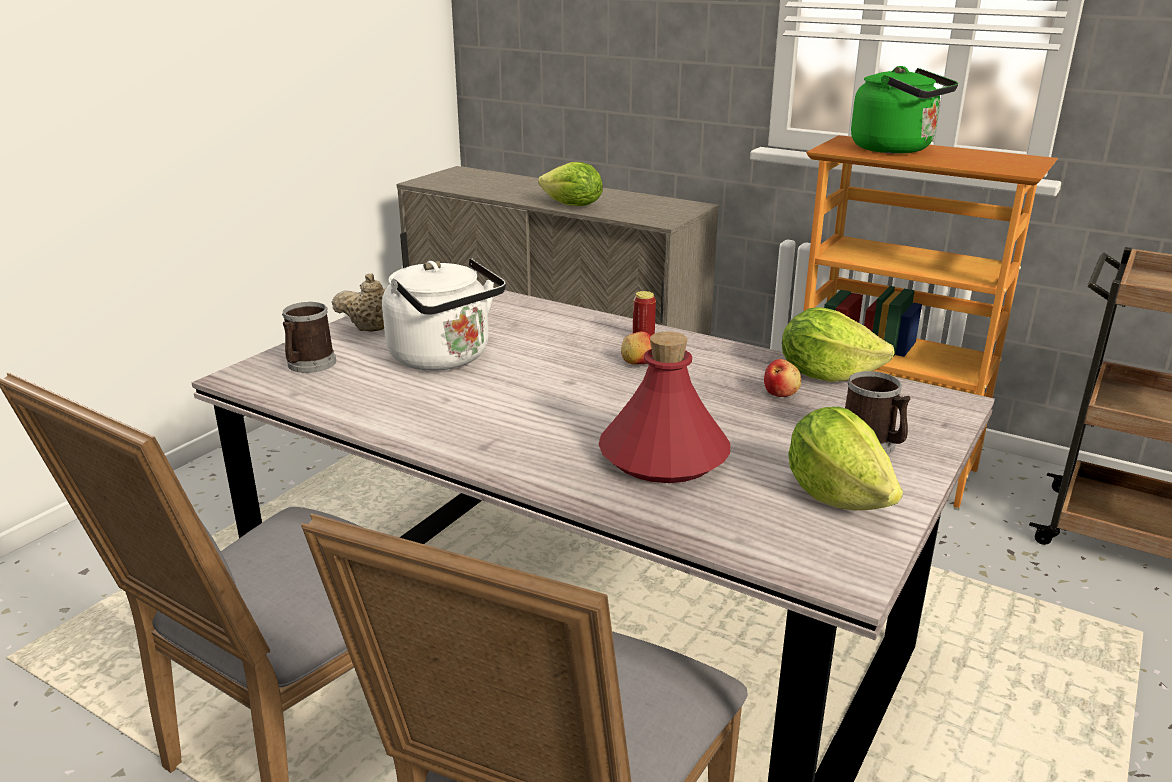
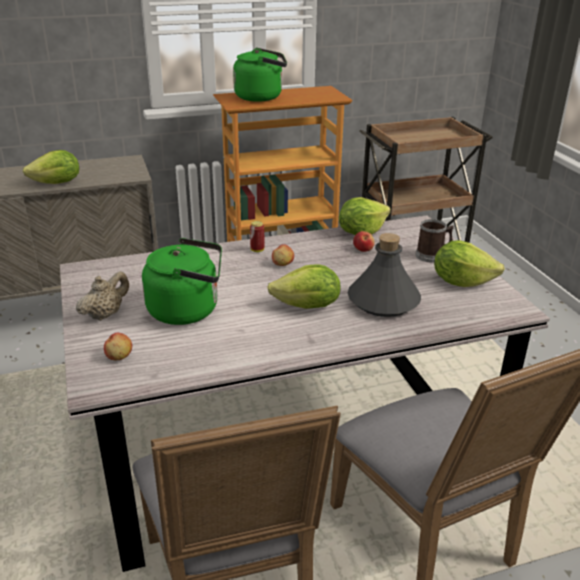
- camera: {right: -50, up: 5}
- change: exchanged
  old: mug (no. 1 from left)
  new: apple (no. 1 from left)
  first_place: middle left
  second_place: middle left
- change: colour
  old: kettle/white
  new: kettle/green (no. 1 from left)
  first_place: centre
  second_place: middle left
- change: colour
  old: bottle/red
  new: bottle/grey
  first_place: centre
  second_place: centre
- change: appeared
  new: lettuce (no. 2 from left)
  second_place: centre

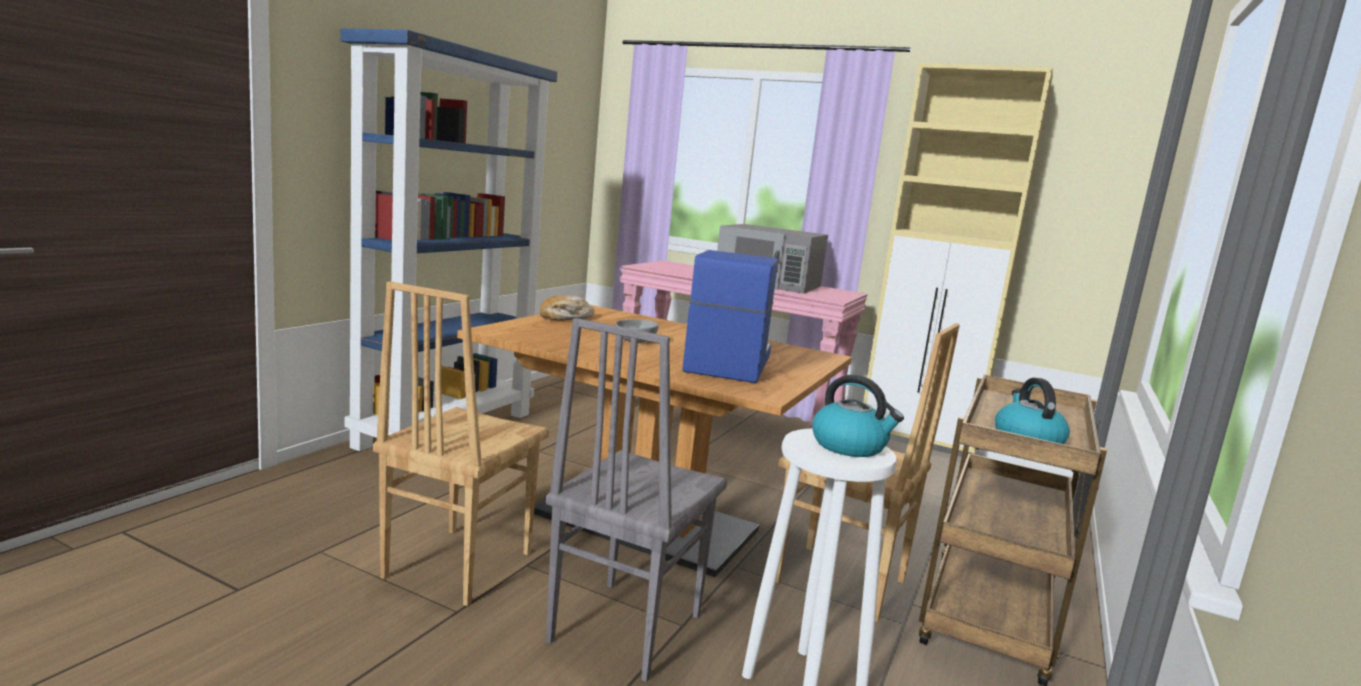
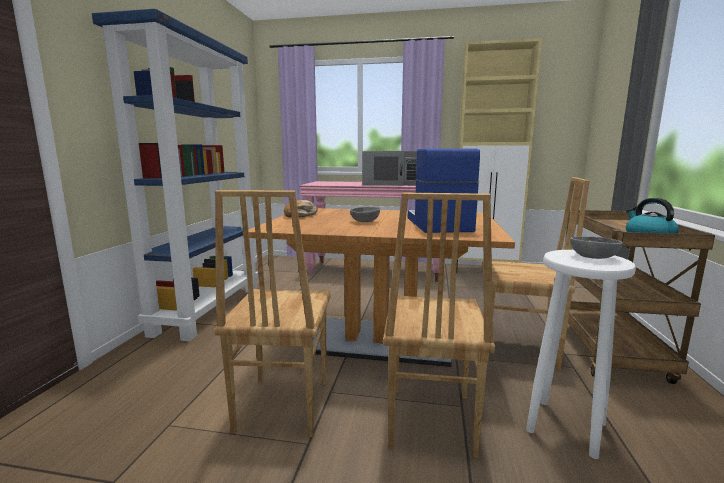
- camera: {right: -15, up: 0}
- change: colour
  old: chair/grey
  new: chair/brown (no. 2 from left)
  first_place: bottom centre
  second_place: bottom centre
- change: exchanged
  old: kettle (no. 1 from left)
  new: bowl/grey (no. 2 from left)
  first_place: centre
  second_place: middle right

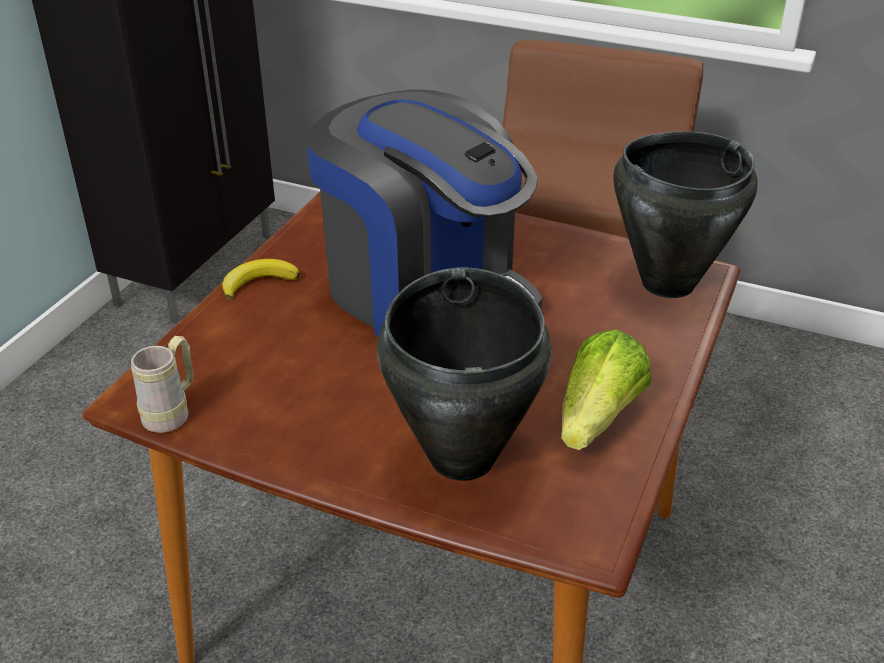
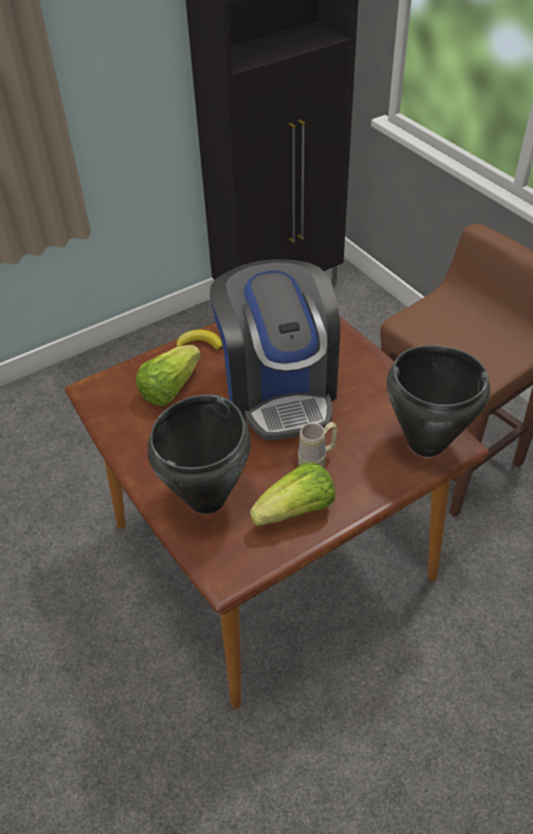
- camera: {right: 35, up: 10}
- change: relocated
  old: mug/beige
  first_place: middle left
  second_place: centre
- change: appeared
  new: lettuce (no. 1 from left)
  second_place: middle left

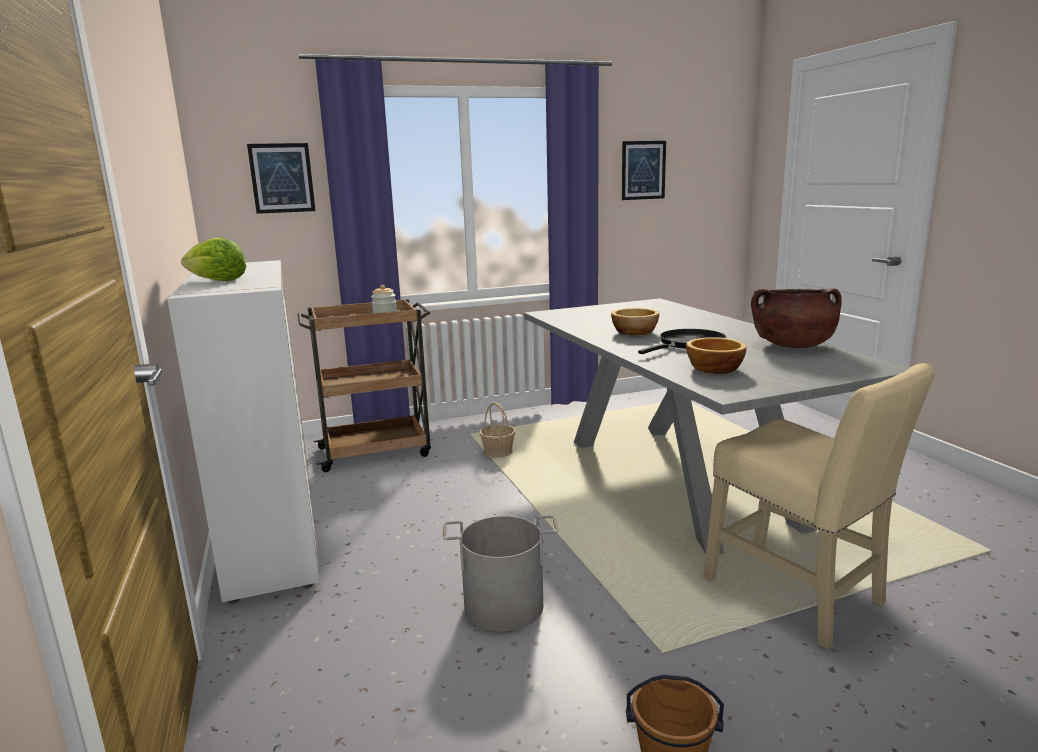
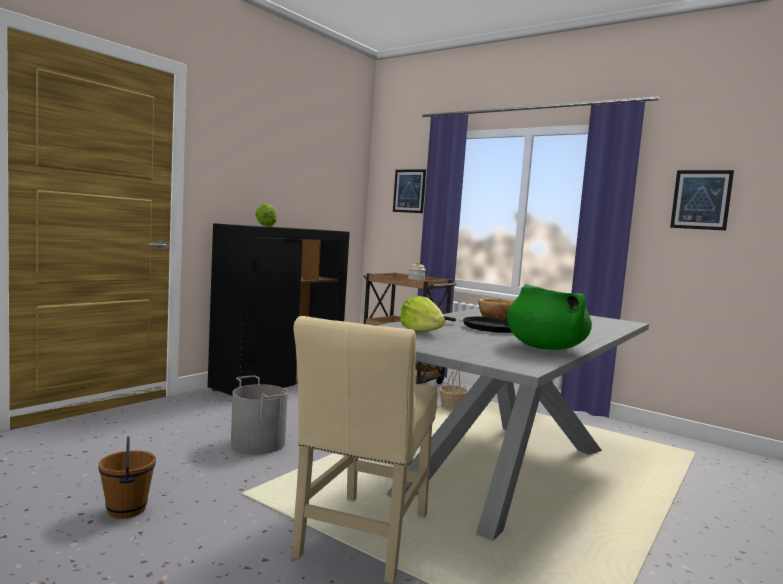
- camera: {right: 55, up: -10}
- change: colour
  old: cabinet/white
  new: cabinet/black
  first_place: middle left
  second_place: centre
- change: exchanged
  old: bowl (no. 2 from left)
  new: lettuce (no. 2 from left)
  first_place: middle right
  second_place: centre
- change: colour
  old: cooking pot/brown
  new: cooking pot/green
  first_place: middle right
  second_place: middle right

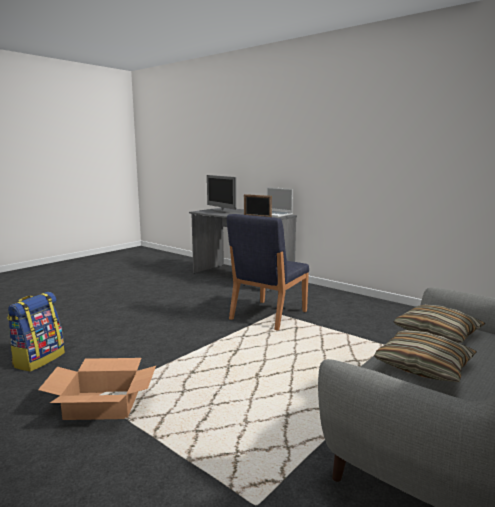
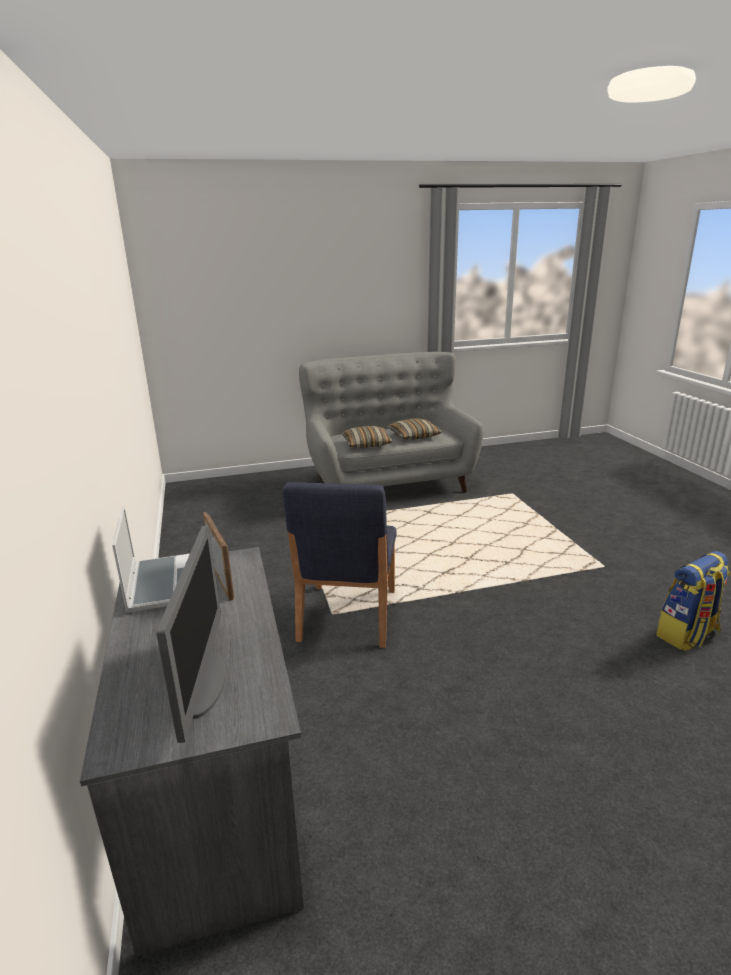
- camera: {right: -145, up: 10}
- change: missing
  old: cardboard box
  first_place: bottom left
- change: spun
  old: chair/blue
  first_place: centre
  second_place: centre
  degrees: 120

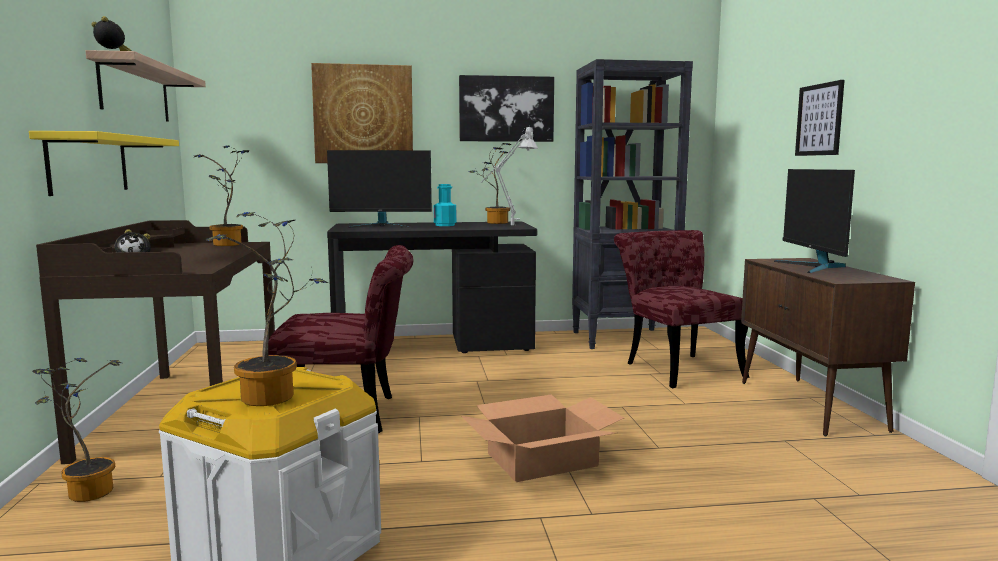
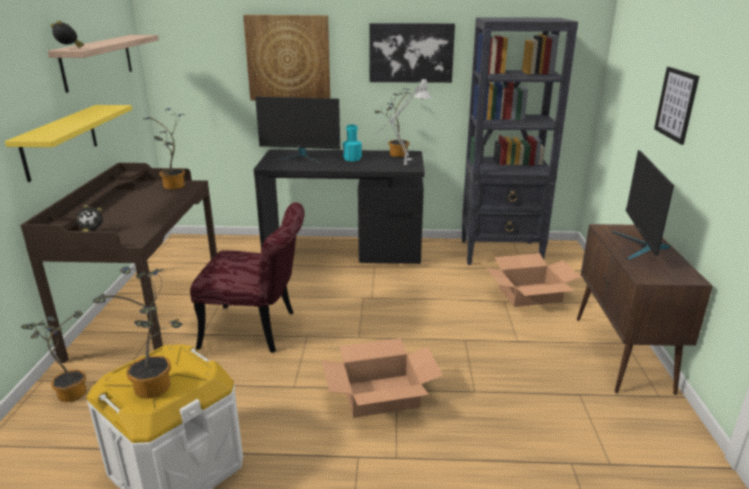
- camera: {right: 10, up: 15}
- change: exchanged
  old: chair/red (no. 2 from left)
  new: cardboard box (no. 2 from left)
  first_place: middle right
  second_place: middle right

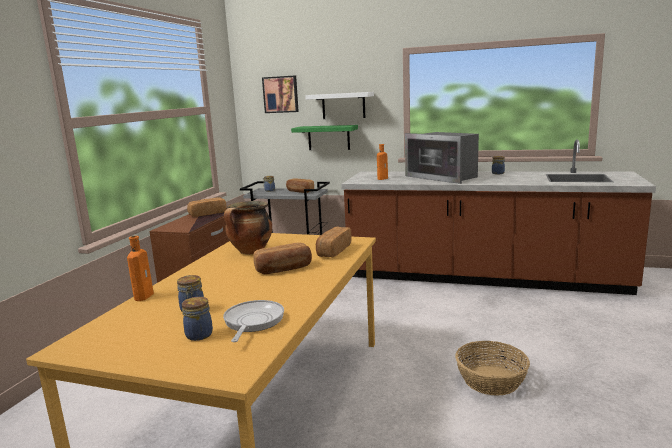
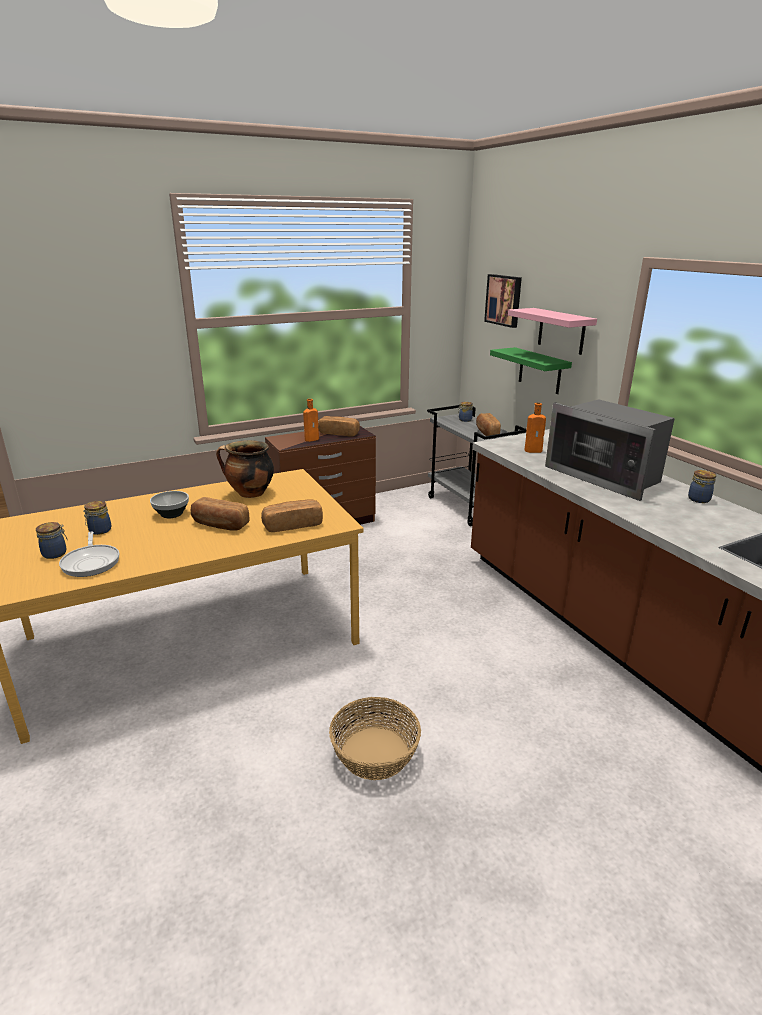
- camera: {right: 45, up: 10}
- change: relocated
  old: bottle/orange (no. 1 from left)
  first_place: middle left
  second_place: centre
- change: spun
  old: frying pan
  first_place: bottom centre
  second_place: middle left
  degrees: 105
- change: colour
  old: shelf/white
  new: shelf/pink
  first_place: top centre
  second_place: top right
- change: spun
  old: microwave
  first_place: centre
  second_place: middle right
  degrees: -45
- change: appeared
  new: bowl
  second_place: middle left

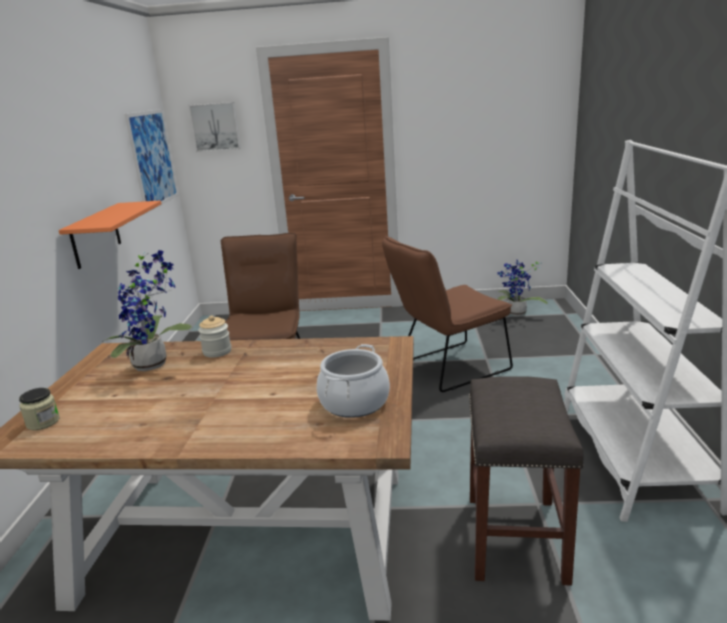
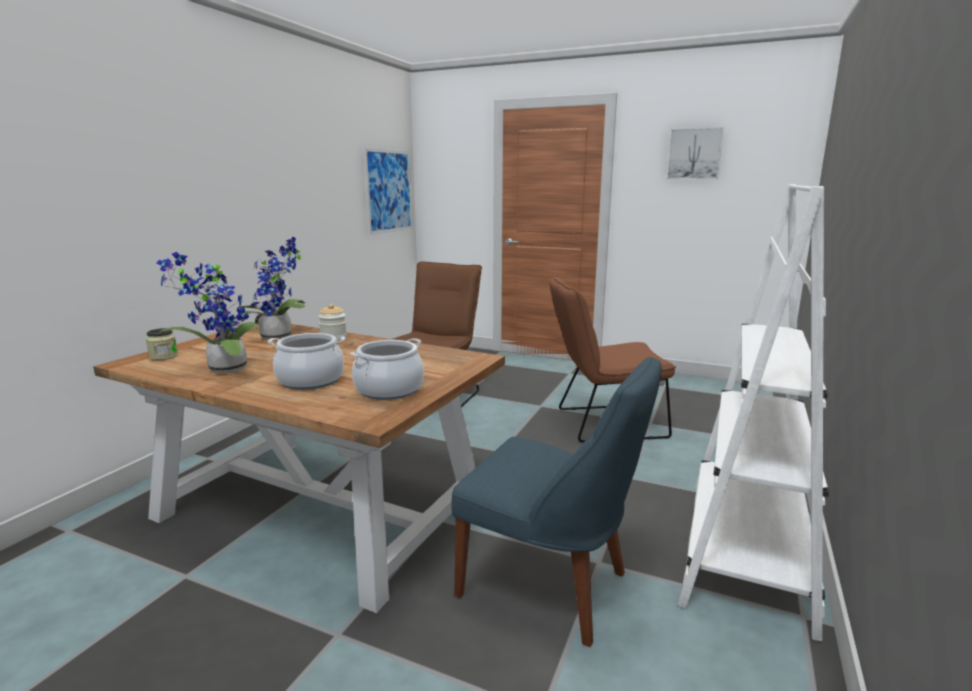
- camera: {right: 20, up: -5}
- change: missing
  old: shelf/orange
  first_place: middle left
- change: relocated
  old: picture (no. 2 from left)
  first_place: top left
  second_place: top right
- change: exchanged
  old: stool/grey
  new: chair/blue
  first_place: bottom right
  second_place: bottom centre
- change: relocated
  old: potted plant (no. 2 from left in the first image)
  new: potted plant (no. 1 from left)
  first_place: middle right
  second_place: middle left
- change: appeared
  new: cooking pot (no. 1 from left)
  second_place: middle left

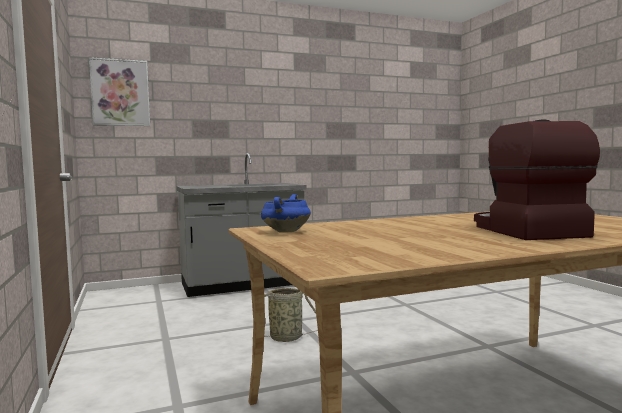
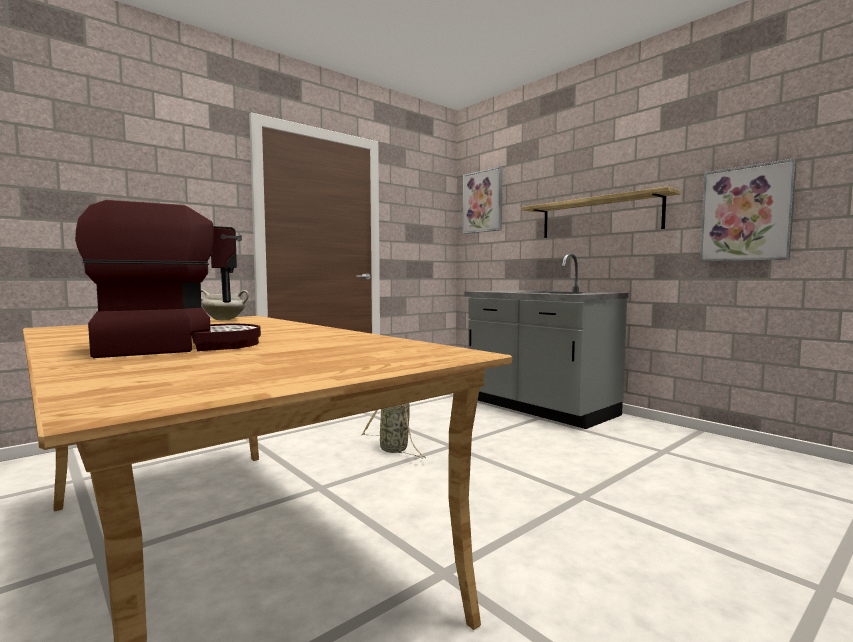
- camera: {right: 70, up: 0}
- change: colour
  old: cooking pot/blue
  new: cooking pot/white
  first_place: centre
  second_place: middle left
- change: appeared
  new: shelf
  second_place: top right
- change: appeared
  new: picture (no. 2 from left)
  second_place: top right

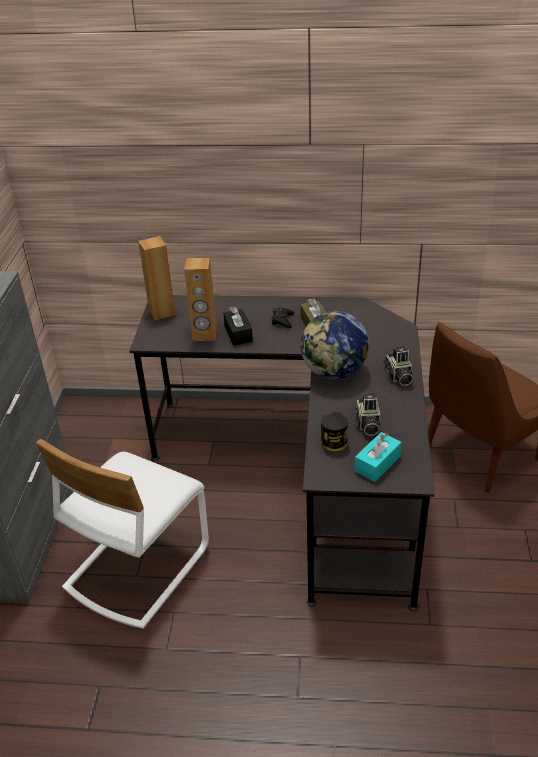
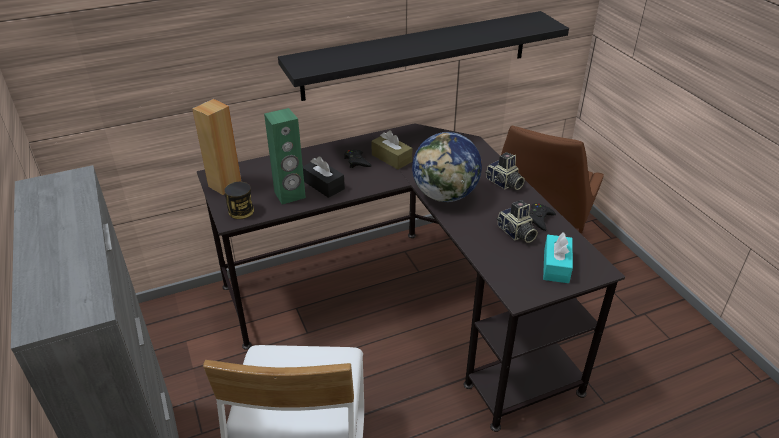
- camera: {right: -30, up: 0}
- change: colour
  old: speaker/brown (no. 2 from left)
  new: speaker/green
  first_place: centre
  second_place: centre
- change: relocated
  old: can
  first_place: centre
  second_place: middle left
- change: appeared
  new: shelf/black
  second_place: top centre
- change: appeared
  new: game controller/black (no. 2 from left)
  second_place: middle right

